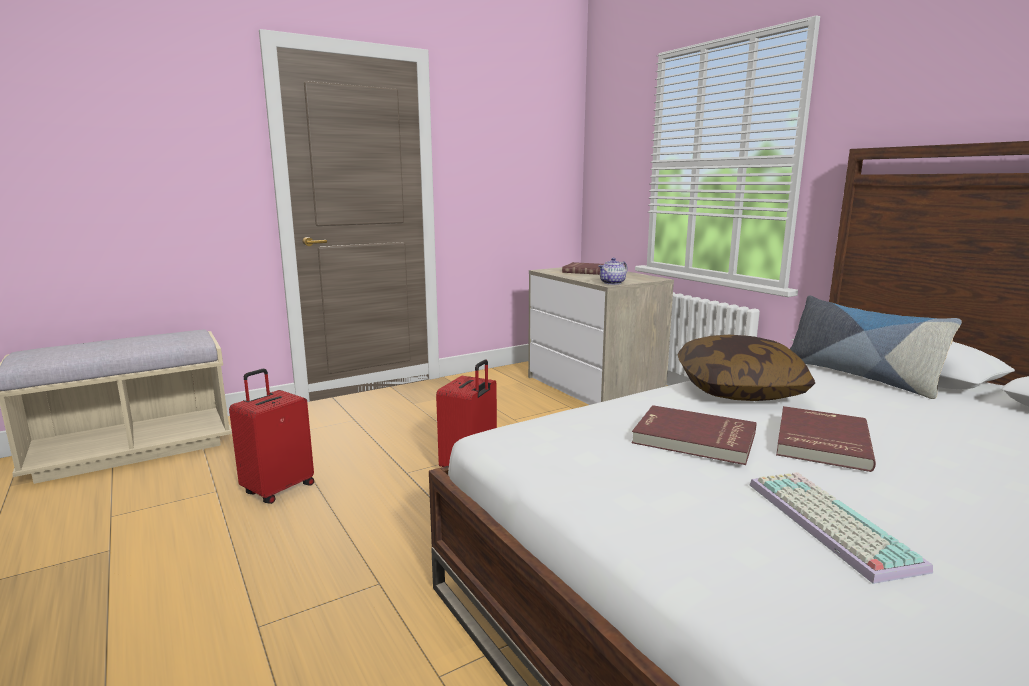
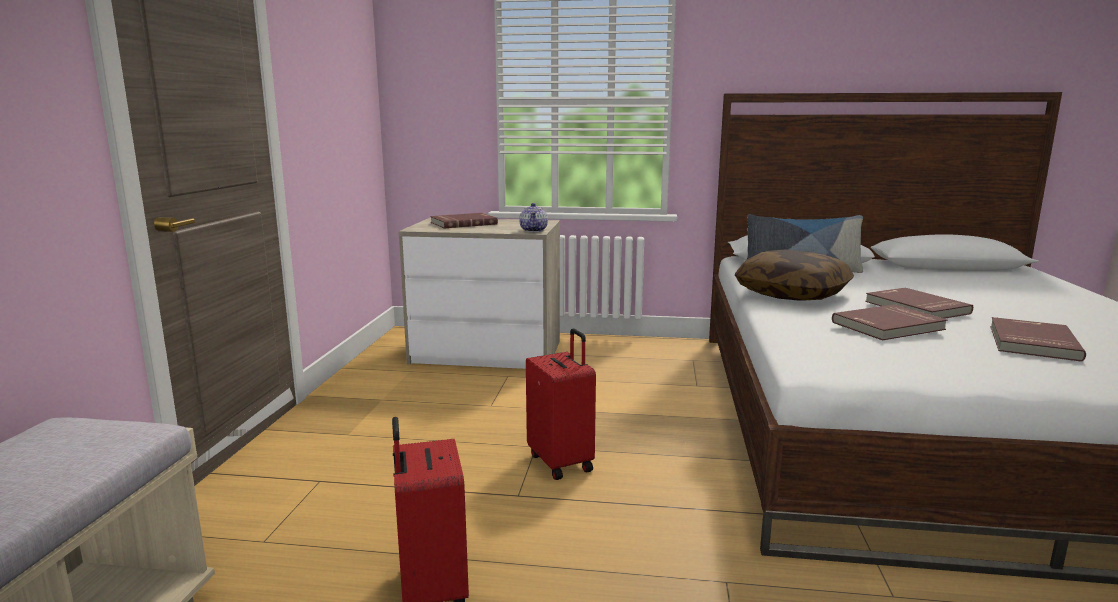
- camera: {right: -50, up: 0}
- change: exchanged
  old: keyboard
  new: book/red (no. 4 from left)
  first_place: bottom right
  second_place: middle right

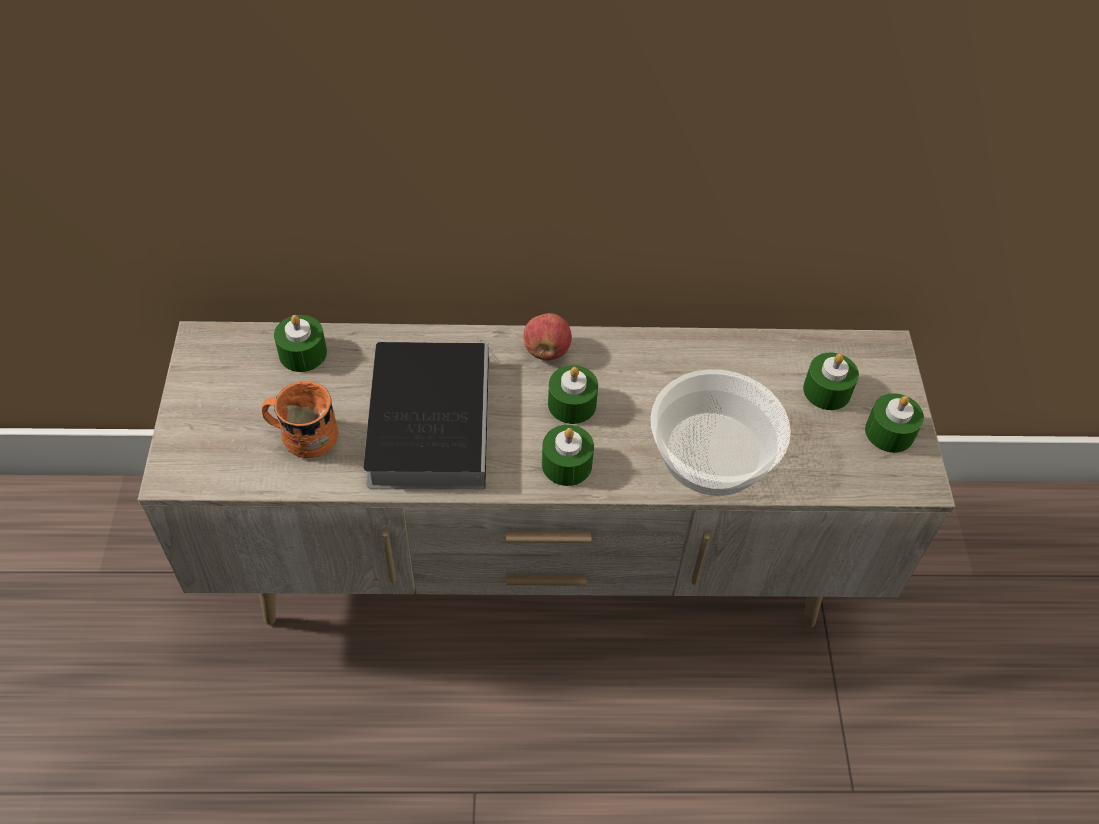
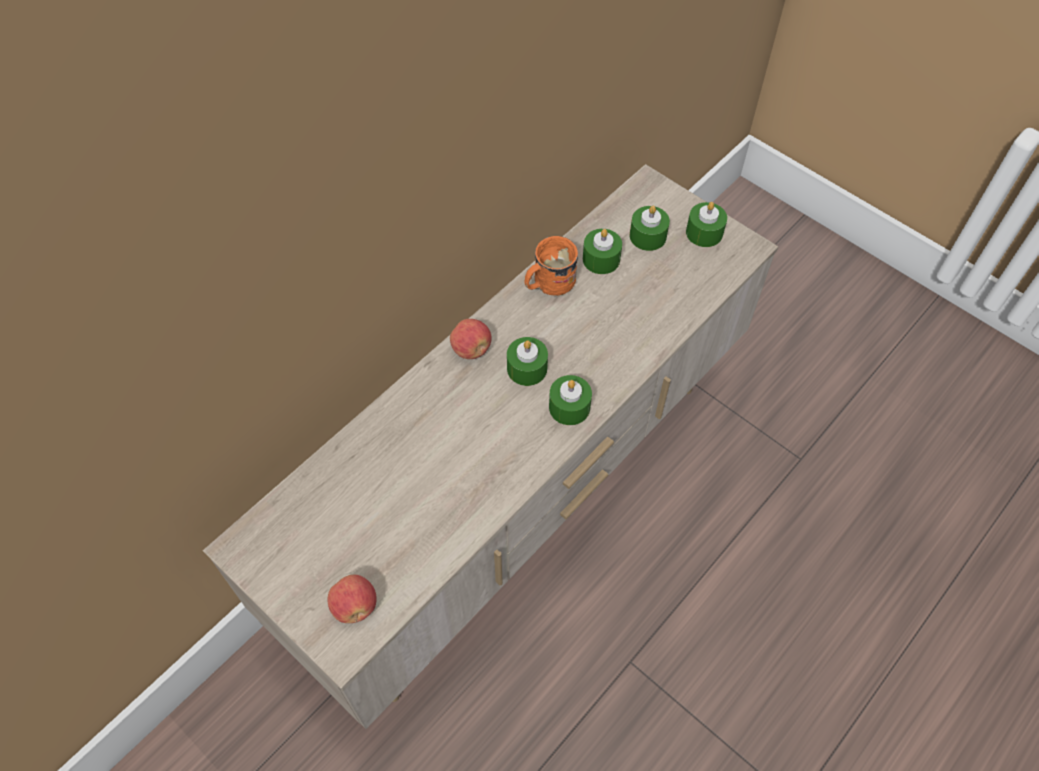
- camera: {right: -45, up: 5}
- change: relocated
  old: mug/orange
  first_place: middle left
  second_place: centre
- change: relocated
  old: candle/green (no. 1 from left in the first image)
  new: candle/green (no. 3 from left)
  first_place: middle left
  second_place: top centre
- change: missing
  old: book
  first_place: centre
- change: missing
  old: bowl
  first_place: centre
- change: appeared
  new: apple (no. 1 from left)
  second_place: bottom centre

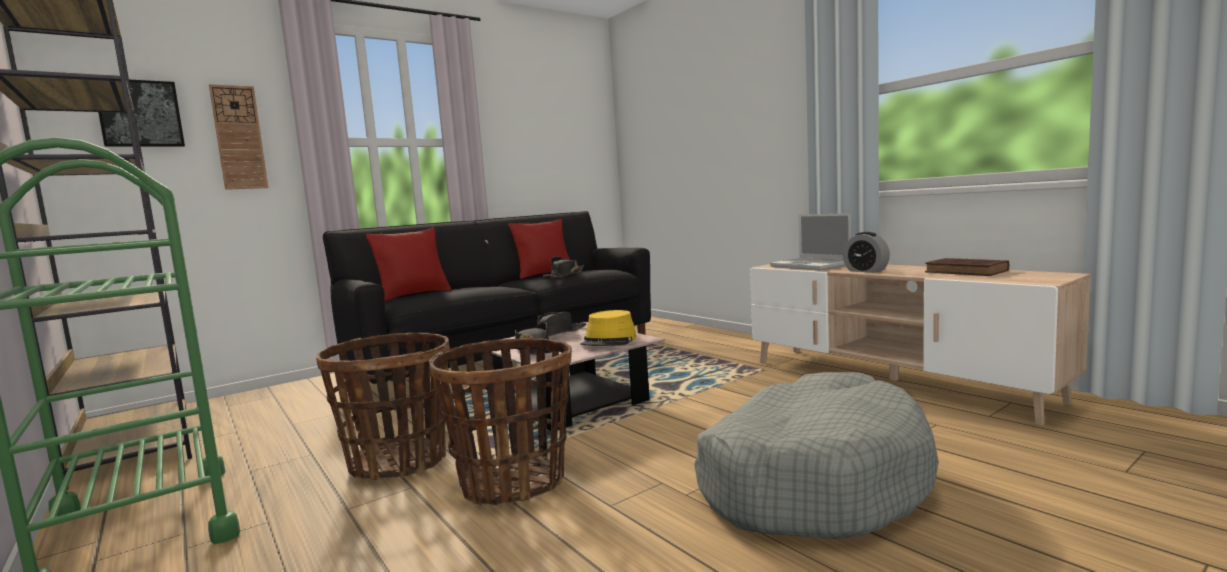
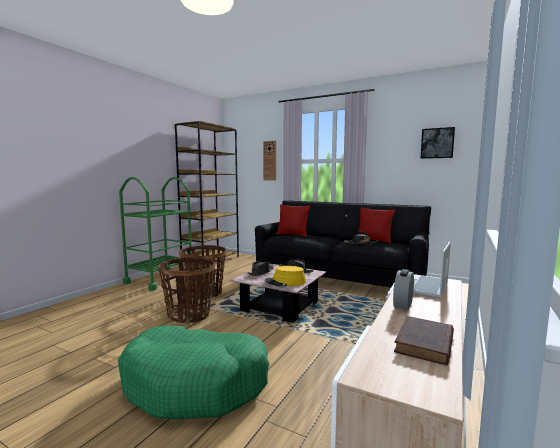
- camera: {right: 65, up: 0}
- change: relocated
  old: picture
  first_place: top left
  second_place: top right
- change: colour
  old: dog bed/grey
  new: dog bed/green
  first_place: bottom centre
  second_place: bottom centre

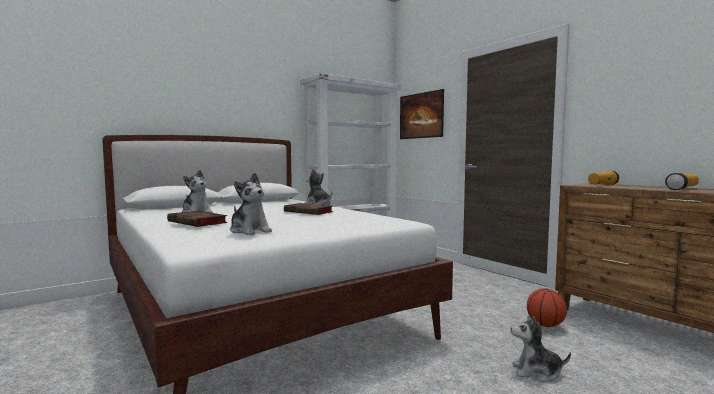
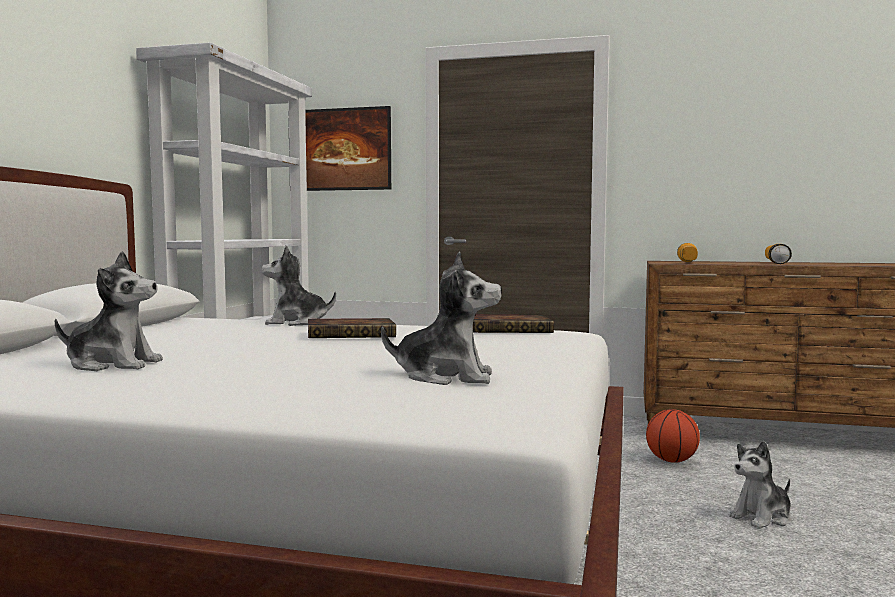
- camera: {right: -40, up: 0}
- change: relocated
  old: book (no. 1 from left in the first image)
  new: book (no. 2 from left)
  first_place: middle left
  second_place: centre

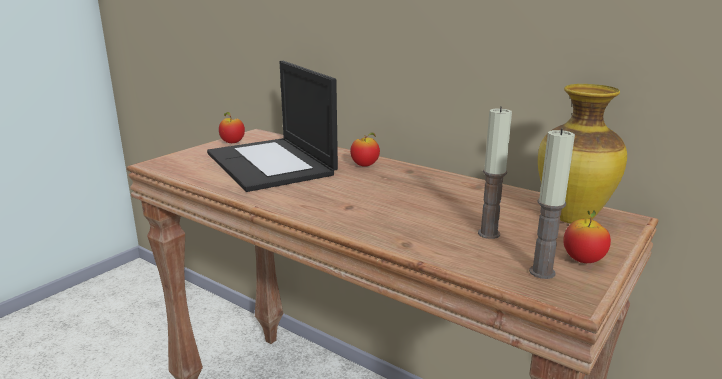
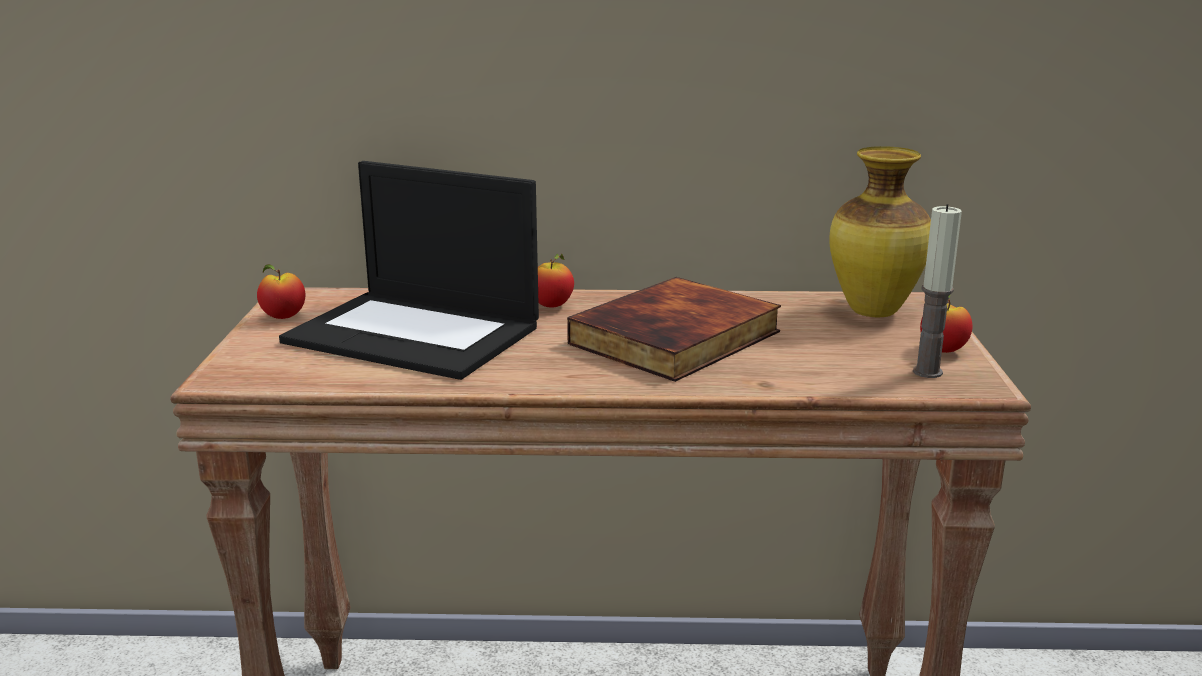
- camera: {right: -35, up: 0}
- change: missing
  old: candle (no. 1 from left)
  first_place: middle right
- change: appeared
  new: book
  second_place: centre

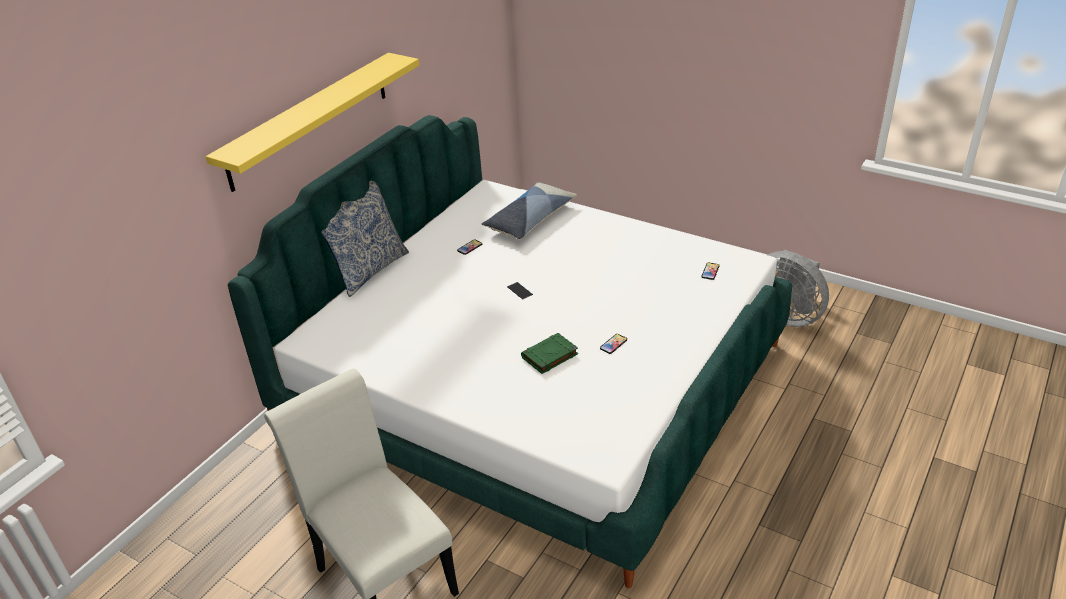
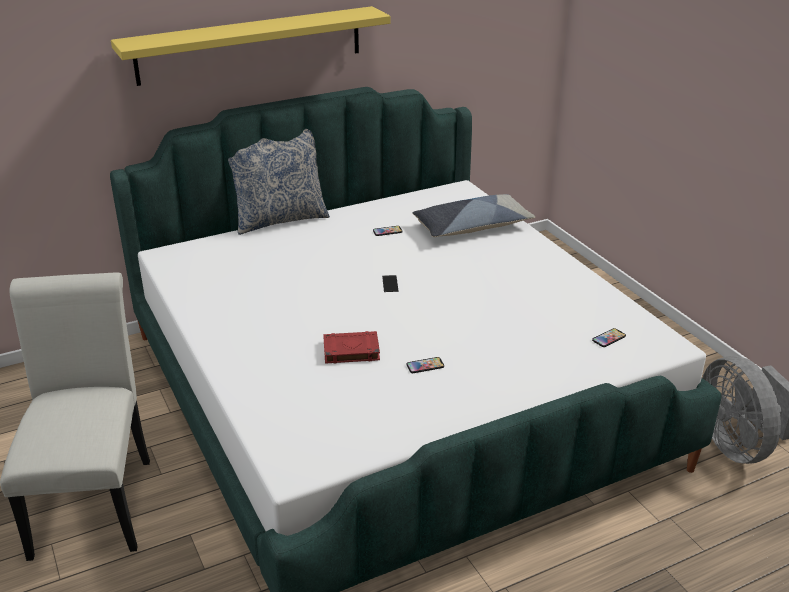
- camera: {right: 30, up: -5}
- change: colour
  old: book/green
  new: book/red
  first_place: centre
  second_place: centre

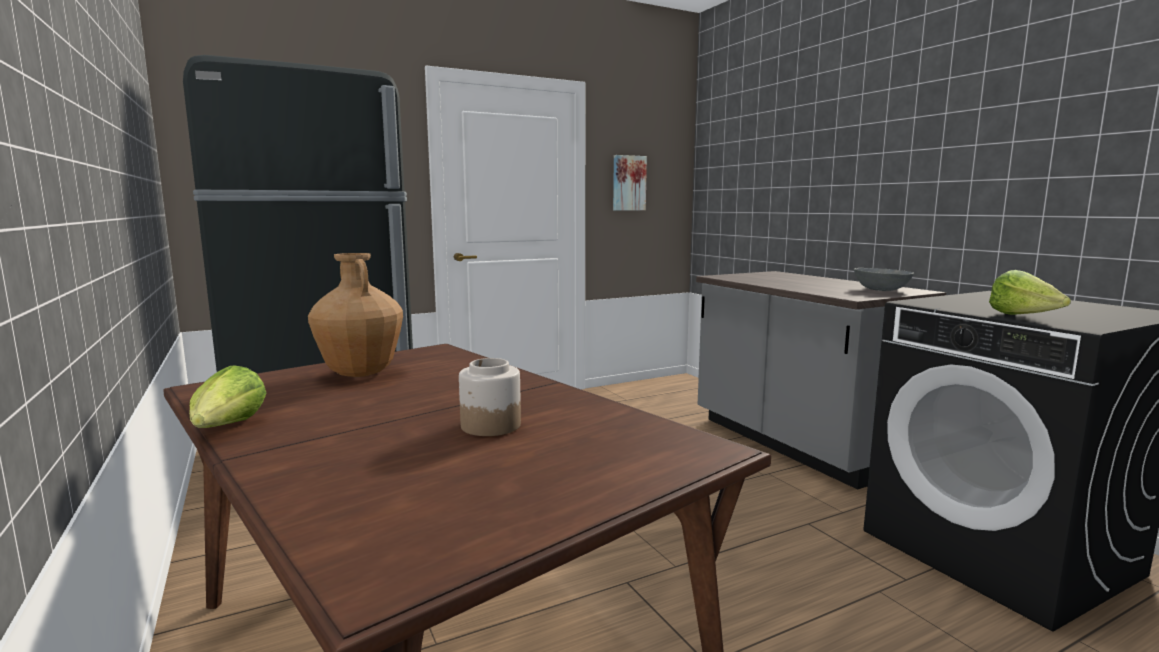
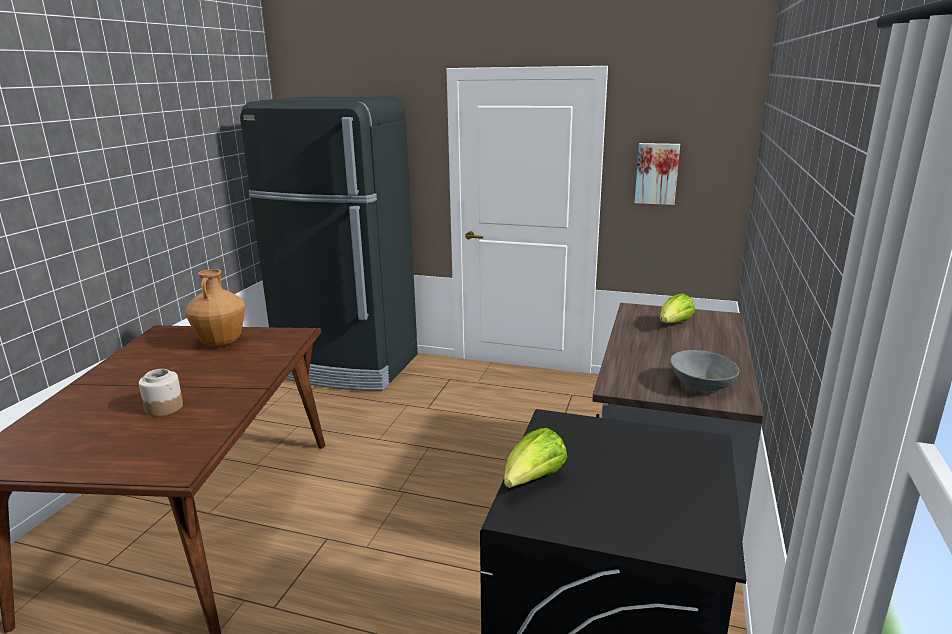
- camera: {right: 45, up: 10}
- change: relocated
  old: lettuce (no. 1 from left in the first image)
  new: lettuce (no. 2 from left)
  first_place: middle left
  second_place: middle right

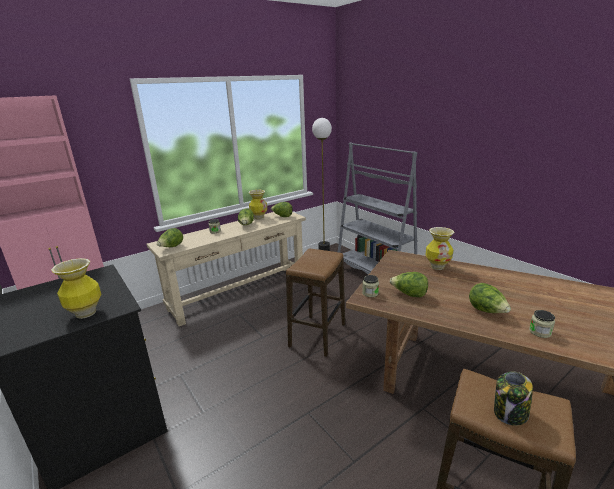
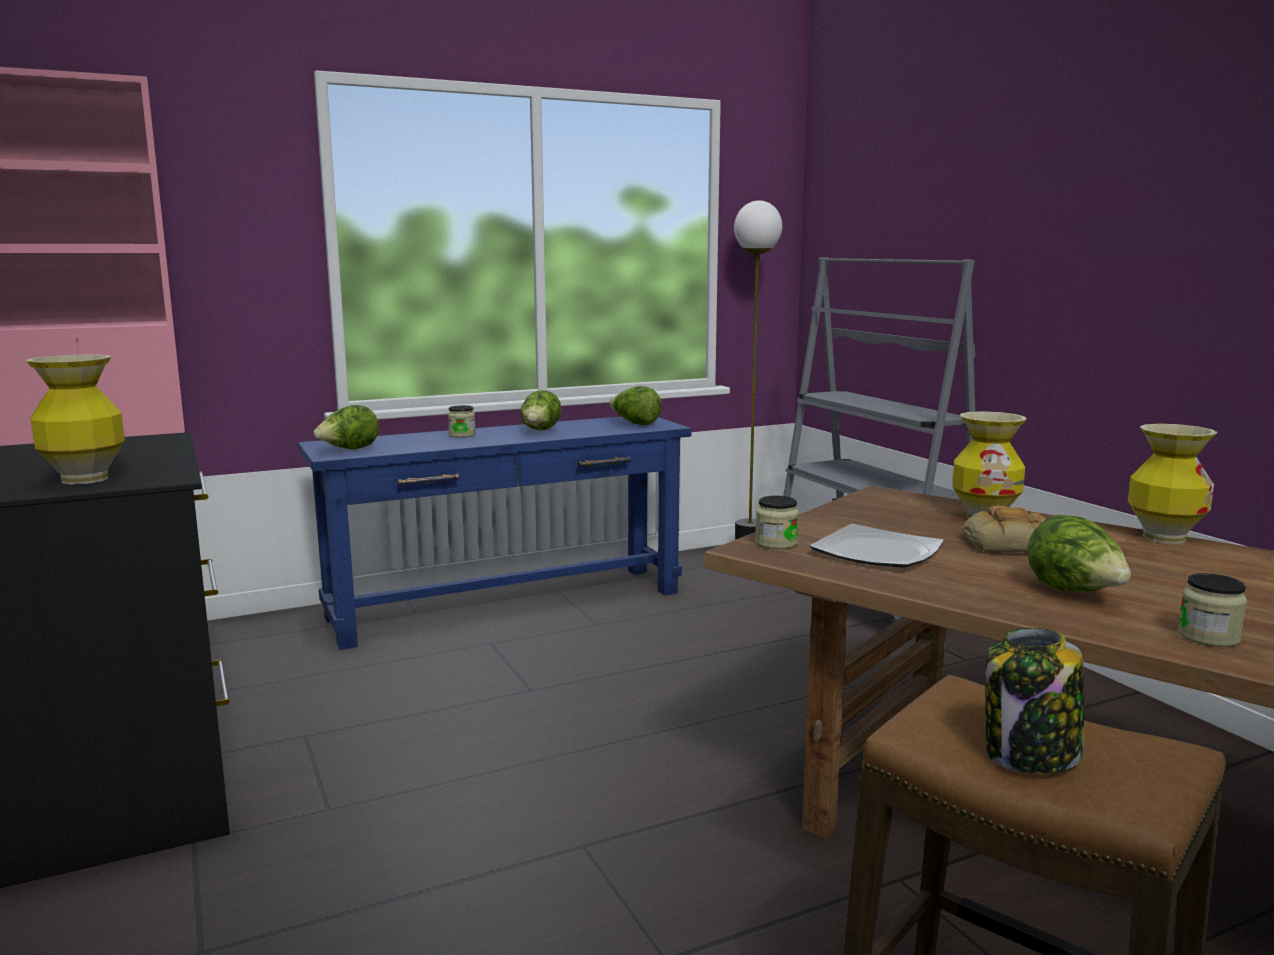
- camera: {right: 10, up: -10}
- change: colour
  old: console table/beige
  new: console table/blue
  first_place: centre
  second_place: centre
- change: relocated
  old: vase (no. 2 from left in the first image)
  new: vase (no. 3 from left)
  first_place: centre
  second_place: middle right
- change: missing
  old: stool (no. 1 from left)
  first_place: centre
- change: exchanged
  old: lettuce (no. 4 from left)
  new: plate
  first_place: centre
  second_place: middle right
- change: appeared
  new: bread
  second_place: middle right

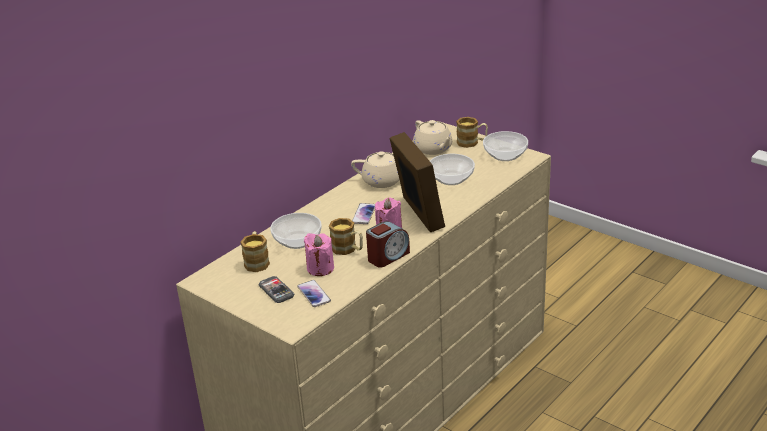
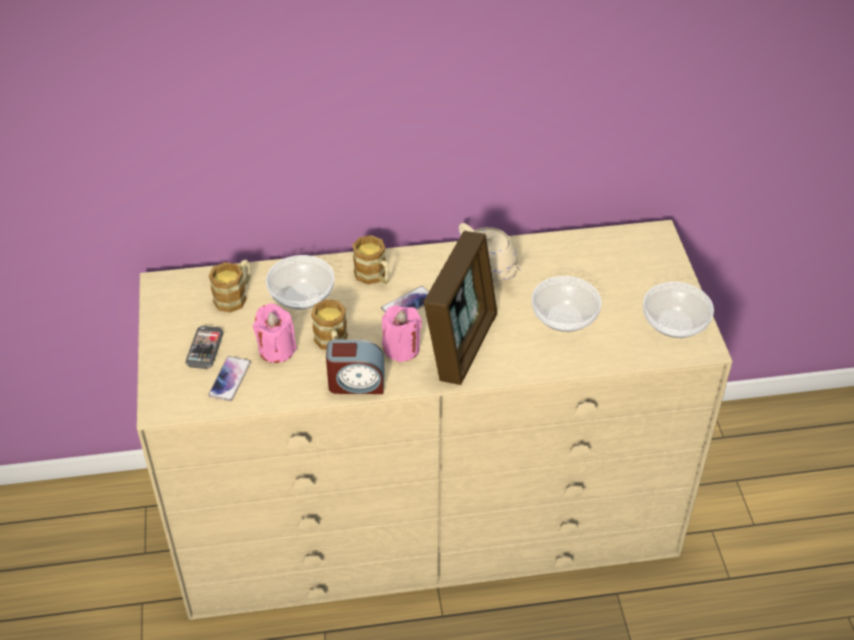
- camera: {right: 40, up: 15}
- change: missing
  old: teapot/beige (no. 2 from left)
  first_place: top centre
- change: relocated
  old: mug (no. 3 from left)
  first_place: top centre
  second_place: centre

